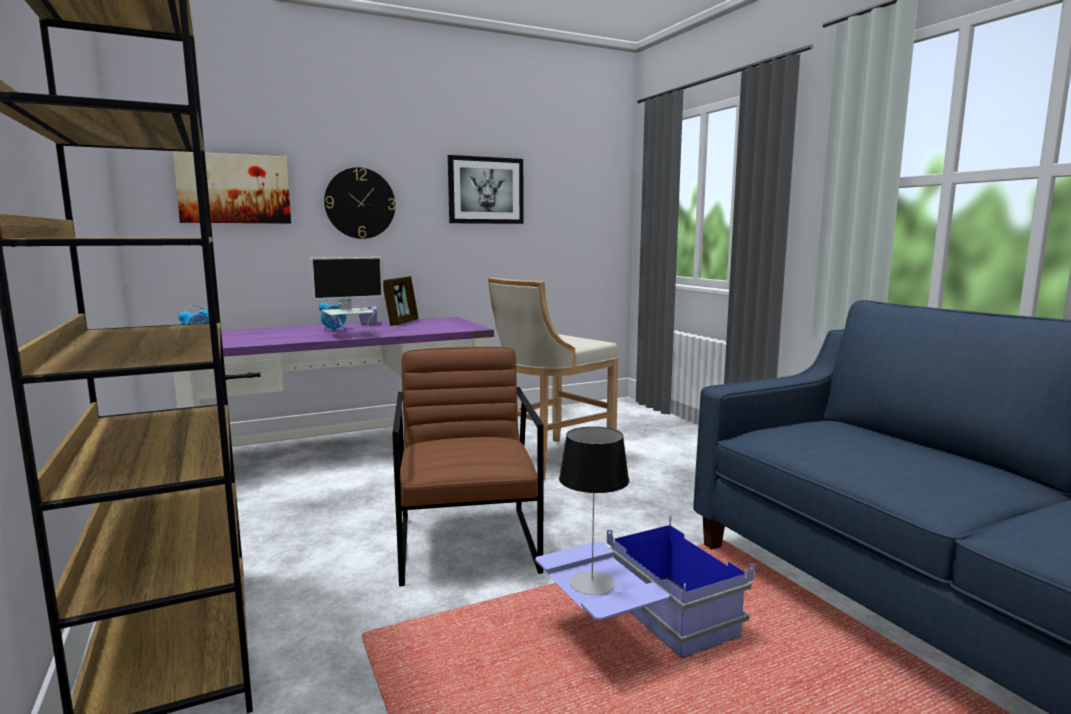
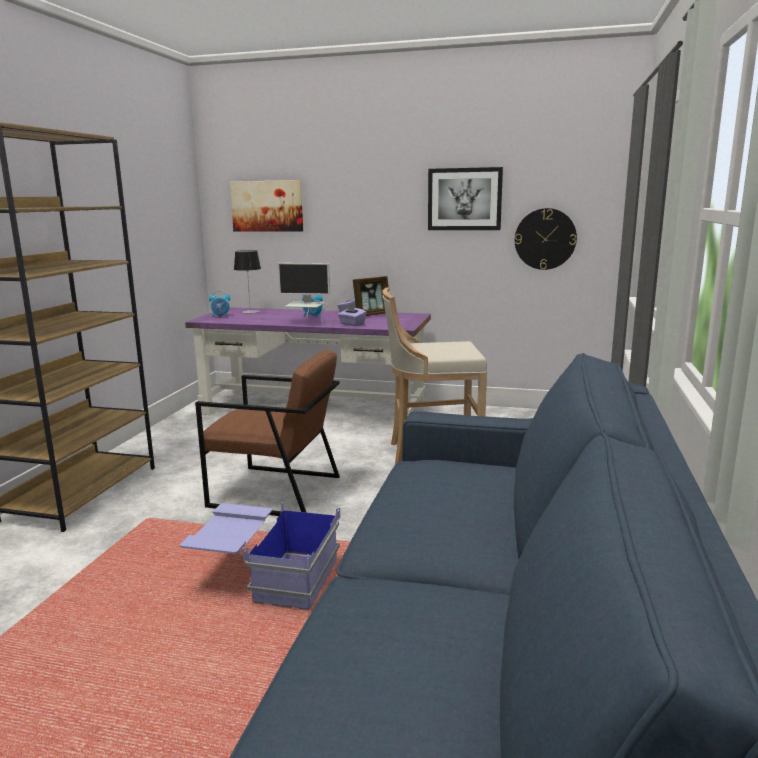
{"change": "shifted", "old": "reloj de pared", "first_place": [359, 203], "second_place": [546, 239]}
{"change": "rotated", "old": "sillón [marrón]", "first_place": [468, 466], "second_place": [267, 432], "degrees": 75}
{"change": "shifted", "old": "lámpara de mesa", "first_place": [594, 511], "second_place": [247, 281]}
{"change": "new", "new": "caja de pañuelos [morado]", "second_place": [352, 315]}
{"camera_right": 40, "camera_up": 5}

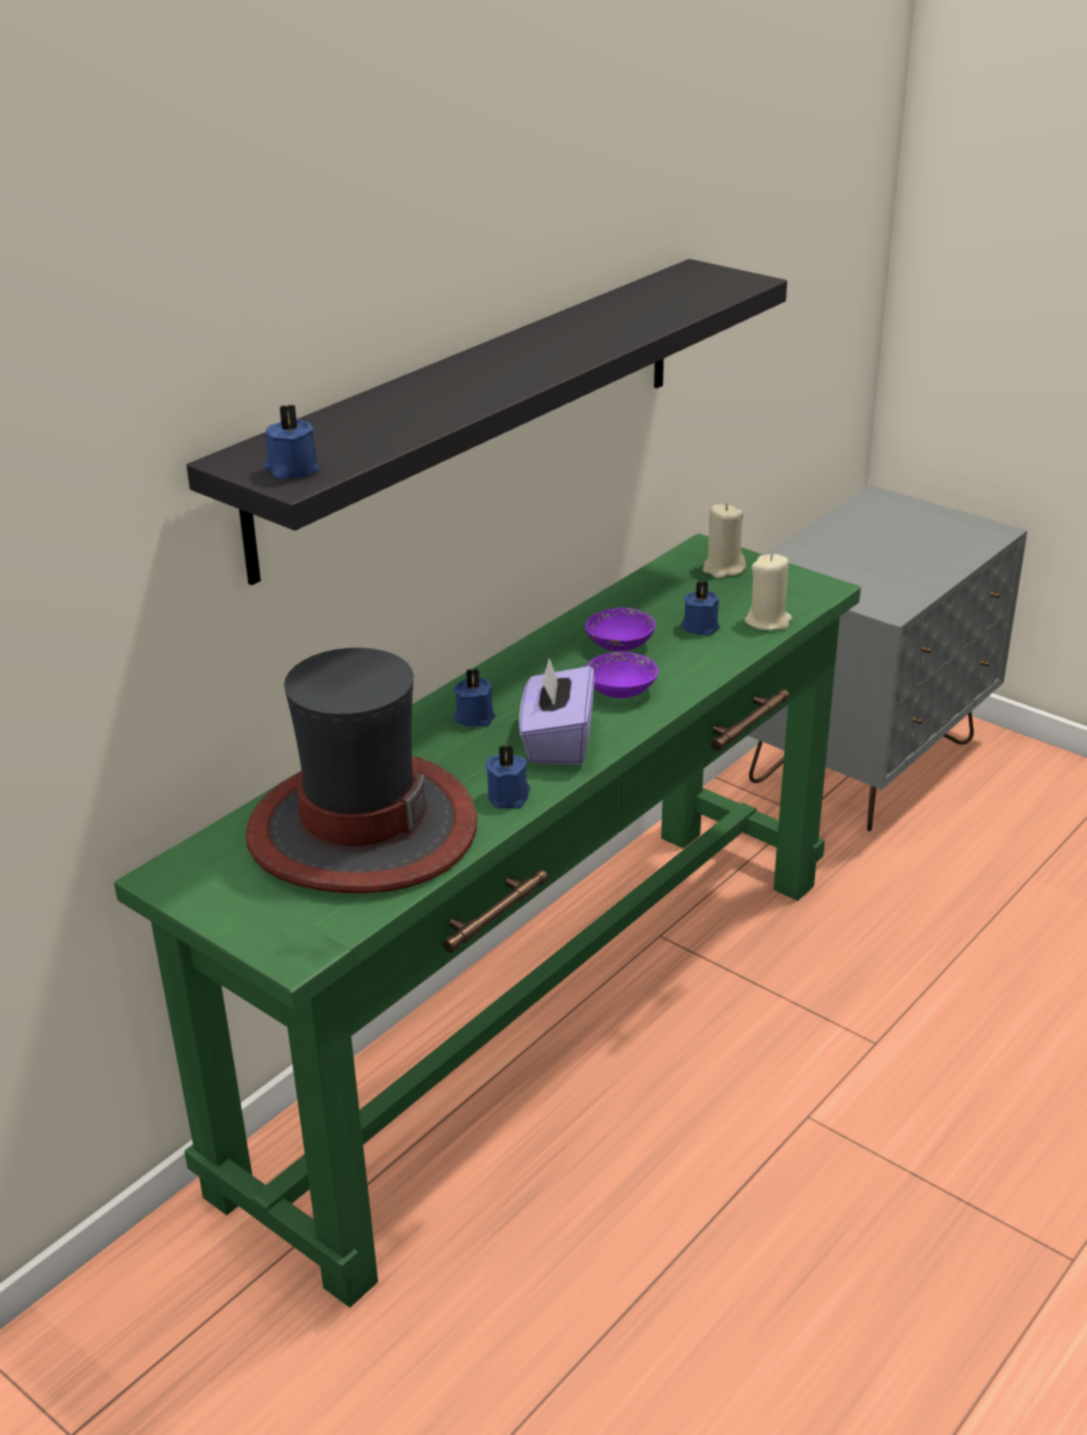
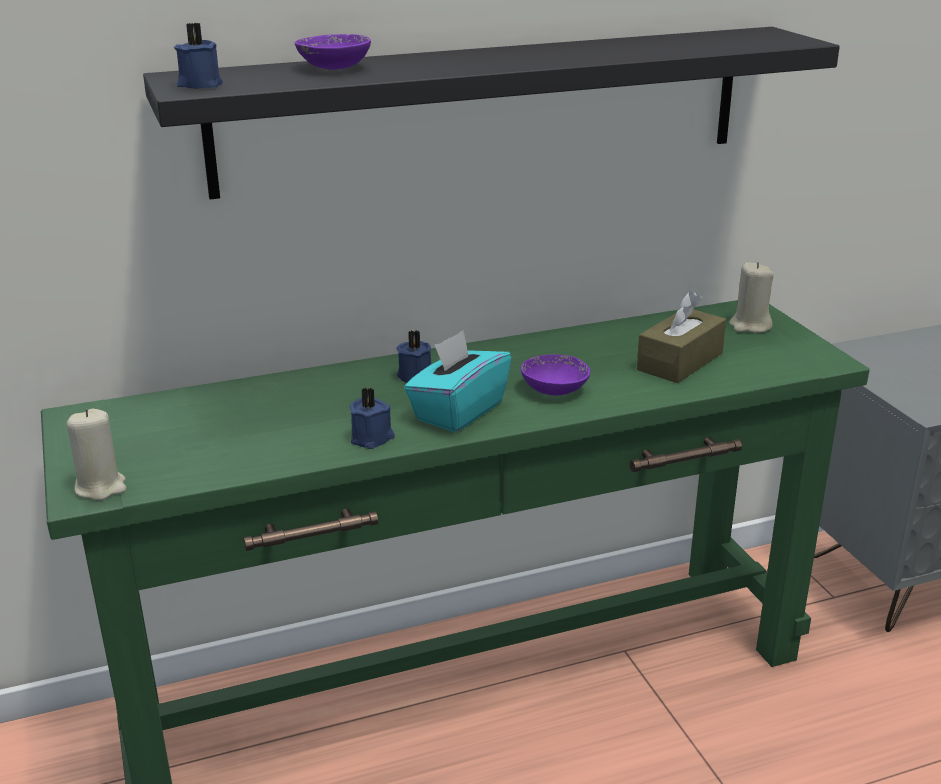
{"change": "gone", "old": "sombrero", "first_place": [361, 770]}
{"change": "repainted", "old": "caja de pañuelos [morado]", "new": "caja de pañuelos [turquesa]", "first_place": [557, 711], "second_place": [458, 381]}
{"change": "shifted", "old": "cuenco [morado]", "first_place": [620, 629], "second_place": [333, 52]}
{"change": "swapped", "old": "vela [azul]", "new": "caja de pañuelos [marrón]", "first_place": [700, 608], "second_place": [681, 337]}
{"change": "shifted", "old": "vela [beis]", "first_place": [768, 592], "second_place": [96, 454]}
{"camera_right": 30, "camera_up": -5}

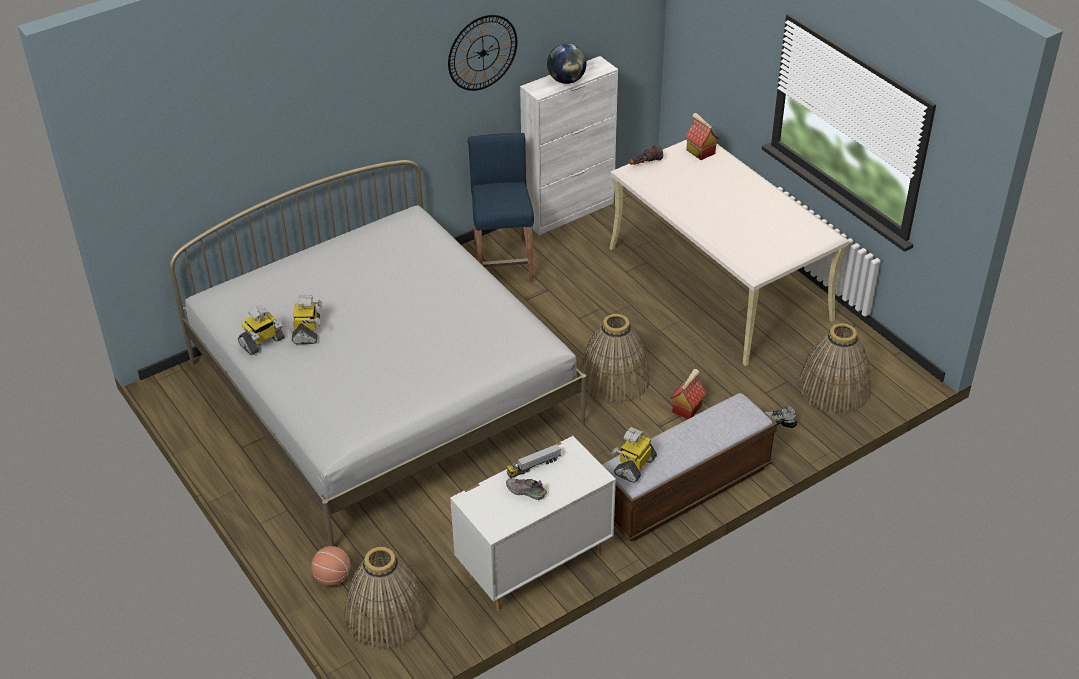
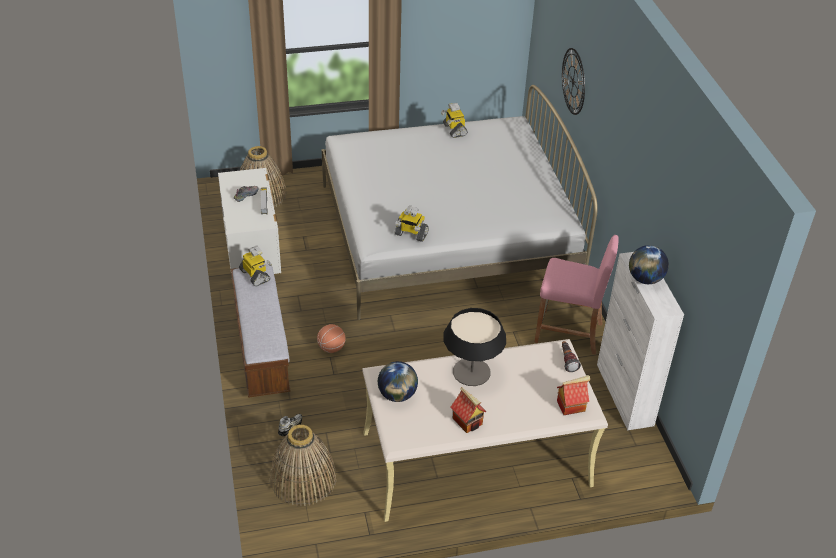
{"change": "shifted", "old": "robot de juguete", "first_place": [307, 319], "second_place": [412, 224]}
{"change": "shifted", "old": "balón de baloncesto", "first_place": [331, 566], "second_place": [331, 338]}
{"change": "shifted", "old": "reloj de pared", "first_place": [482, 53], "second_place": [573, 81]}
{"change": "repainted", "old": "taburete [azul]", "new": "taburete [rosa]", "first_place": [501, 207], "second_place": [576, 295]}
{"change": "gone", "old": "cesta", "first_place": [614, 359]}
{"change": "shifted", "old": "casita", "first_place": [688, 394], "second_place": [468, 410]}
{"change": "new", "new": "globo terráqueo", "second_place": [398, 381]}
{"change": "new", "new": "lámpara de mesa", "second_place": [474, 347]}
{"camera_right": 110, "camera_up": 0}

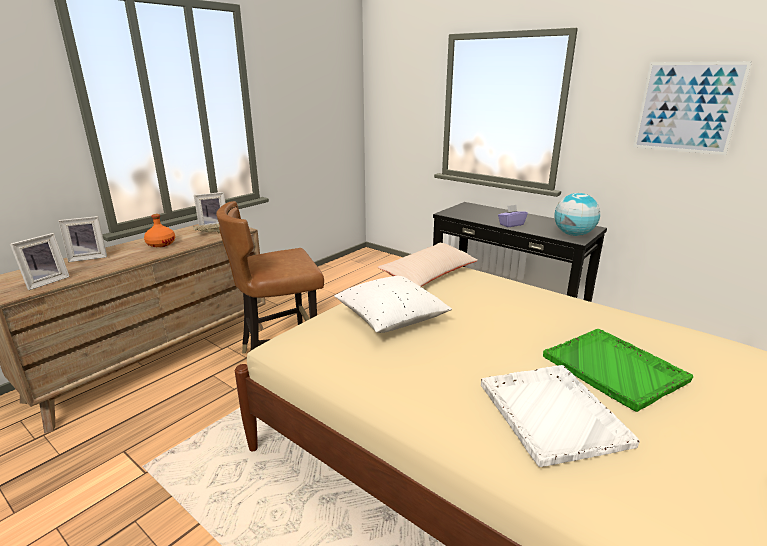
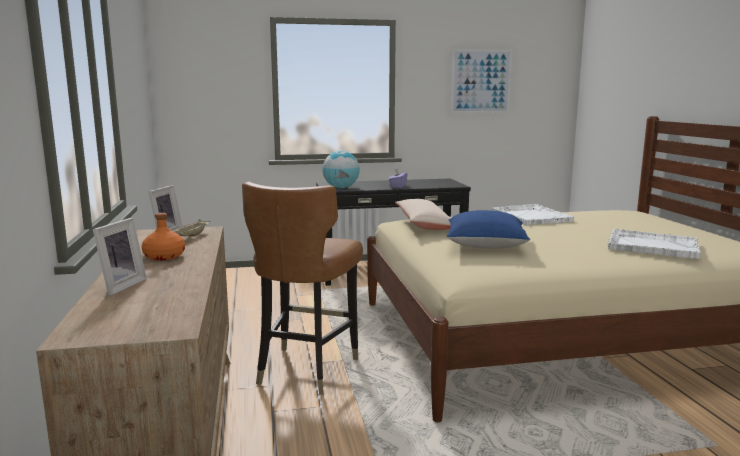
{"change": "gone", "old": "portarretratos", "first_place": [40, 261]}
{"change": "repainted", "old": "cojín [blanco]", "new": "cojín [azul]", "first_place": [393, 304], "second_place": [488, 229]}
{"change": "gone", "old": "bandeja [verde]", "first_place": [618, 370]}
{"change": "shifted", "old": "globo terráqueo", "first_place": [577, 214], "second_place": [341, 169]}
{"change": "new", "new": "bandeja [blanco]", "second_place": [533, 214]}
{"camera_right": -50, "camera_up": -10}

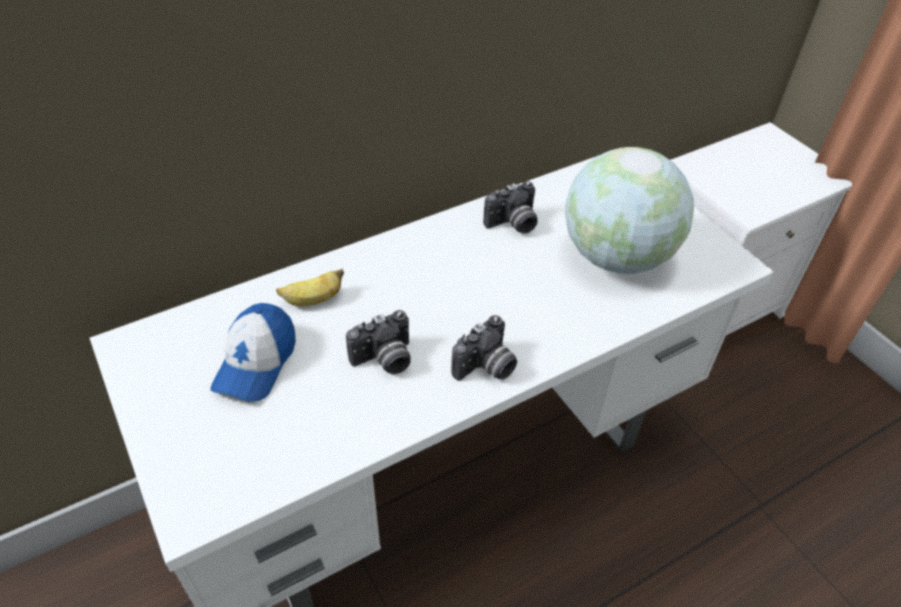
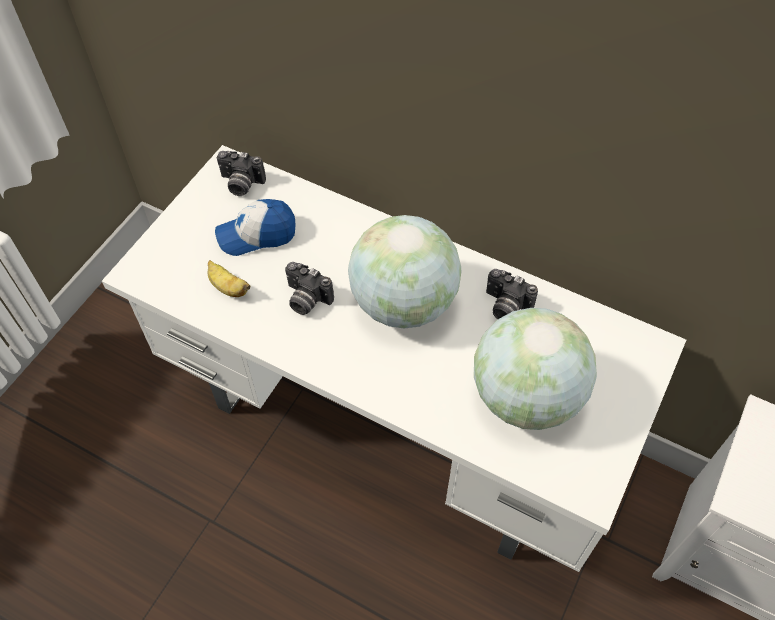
{"change": "shifted", "old": "plátano", "first_place": [310, 287], "second_place": [229, 278]}
{"change": "shifted", "old": "cámara", "first_place": [484, 348], "second_place": [241, 173]}
{"change": "new", "new": "globo terráqueo", "second_place": [404, 272]}
{"camera_right": 60, "camera_up": 10}

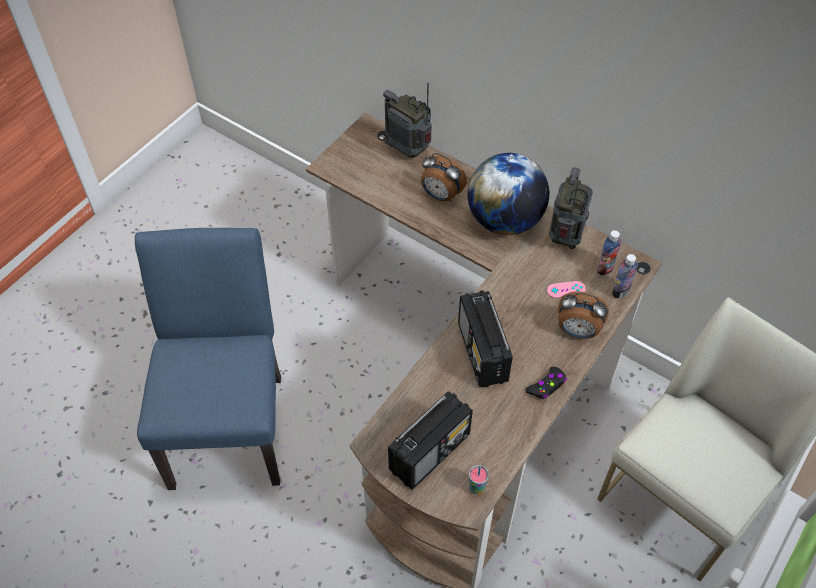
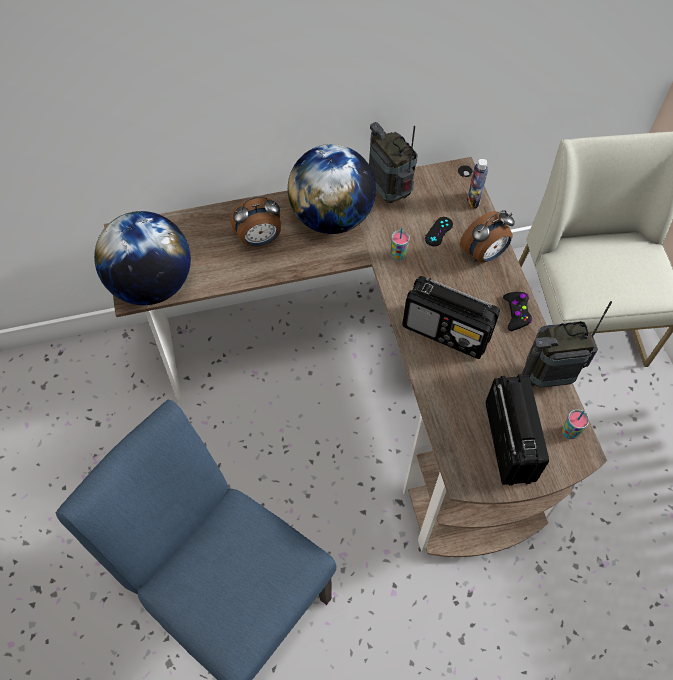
{"change": "shifted", "old": "radio", "first_place": [407, 120], "second_place": [567, 344]}
{"change": "repainted", "old": "mando de consola [rosa]", "new": "mando de consola [negro]", "first_place": [566, 289], "second_place": [439, 231]}
{"change": "gone", "old": "botella", "first_place": [609, 252]}
{"change": "new", "new": "globo terráqueo", "second_place": [142, 258]}
{"change": "new", "new": "taza", "second_place": [400, 244]}
{"camera_right": -50, "camera_up": 5}

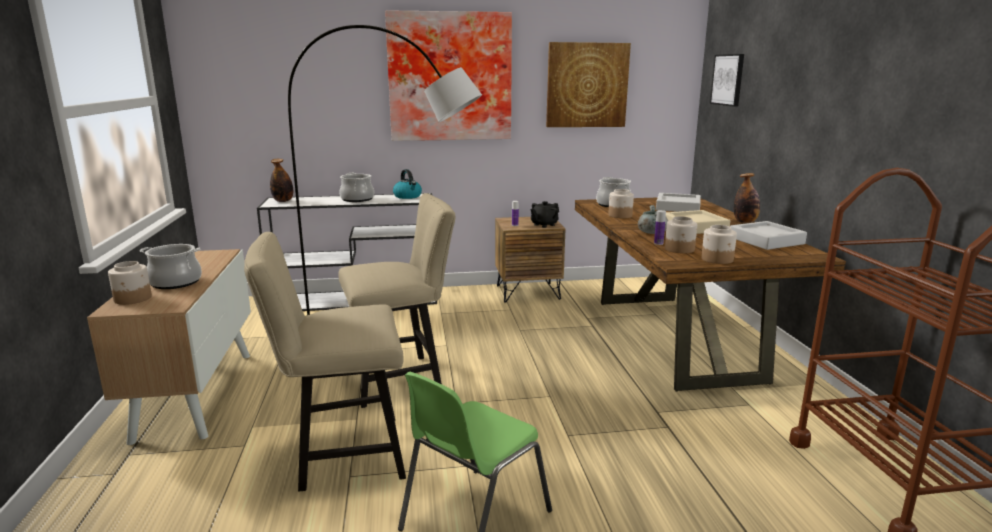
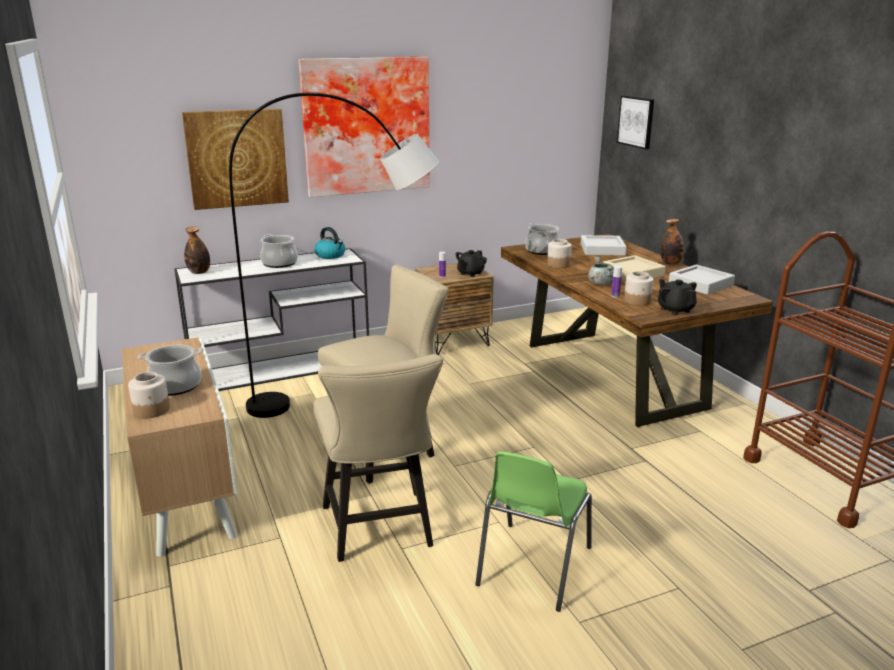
{"change": "rotated", "old": "silla [beis]", "first_place": [325, 362], "second_place": [378, 458], "degrees": -75}
{"change": "shifted", "old": "cuadro", "first_place": [588, 84], "second_place": [235, 159]}
{"change": "swapped", "old": "tarro", "new": "tetera [negro]", "first_place": [719, 244], "second_place": [677, 297]}
{"camera_right": -15, "camera_up": 5}

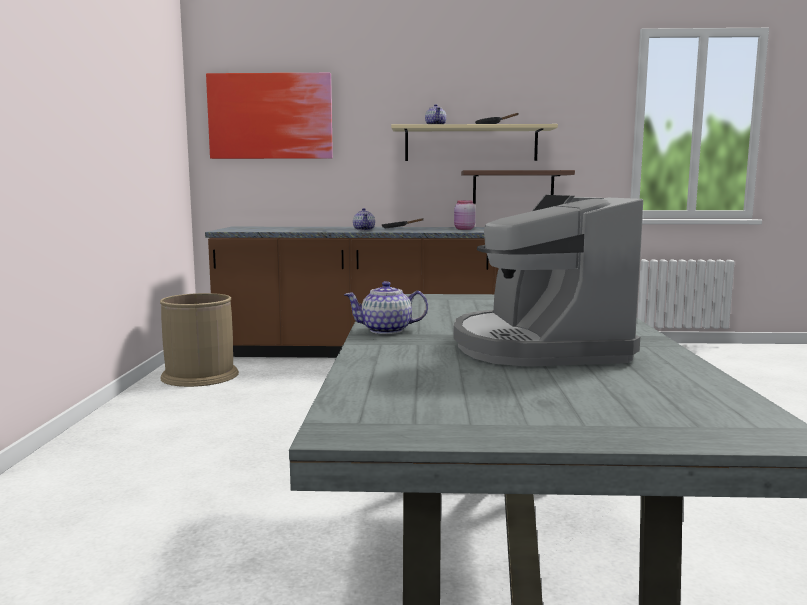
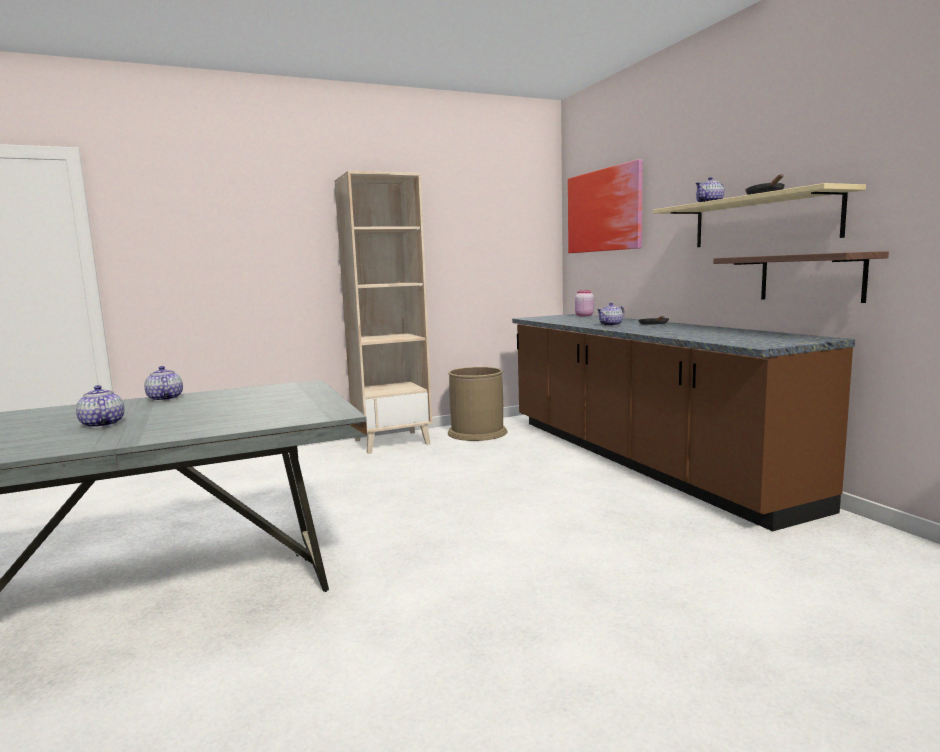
{"change": "swapped", "old": "cafetera", "new": "tetera", "first_place": [548, 280], "second_place": [100, 406]}
{"change": "shifted", "old": "tarro [rosa]", "first_place": [465, 215], "second_place": [584, 303]}
{"change": "new", "new": "estantería [beis]", "second_place": [383, 312]}
{"camera_right": 65, "camera_up": 0}

